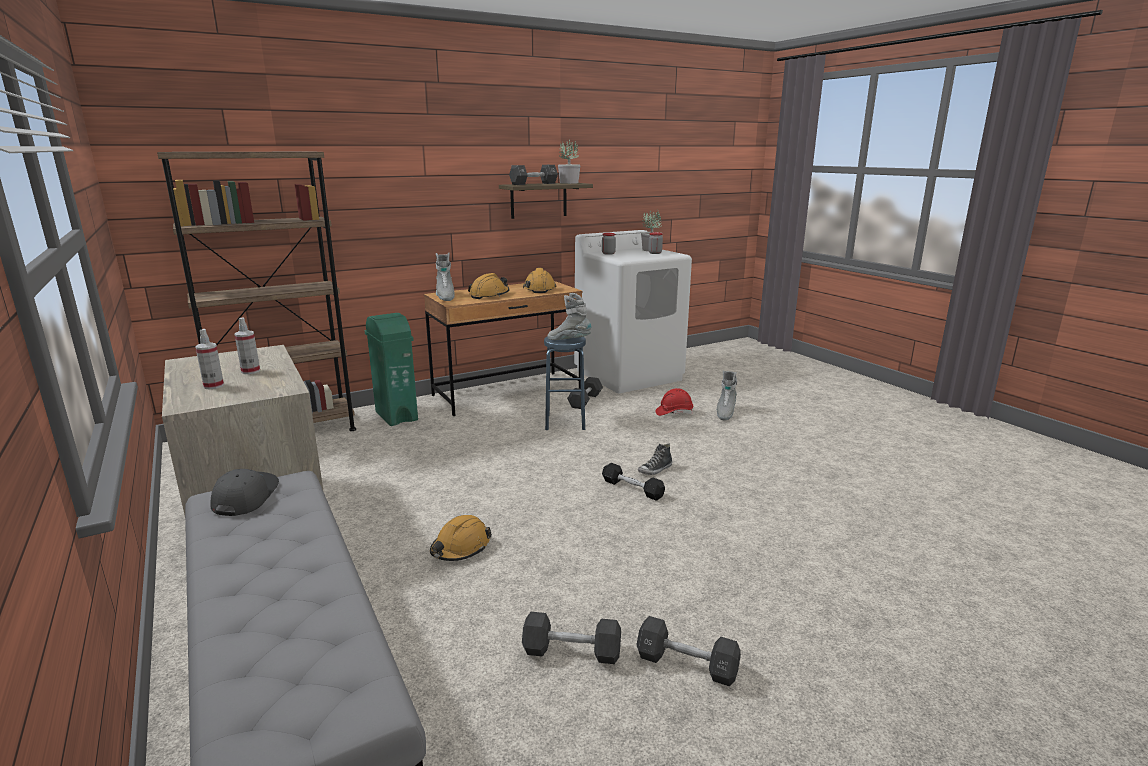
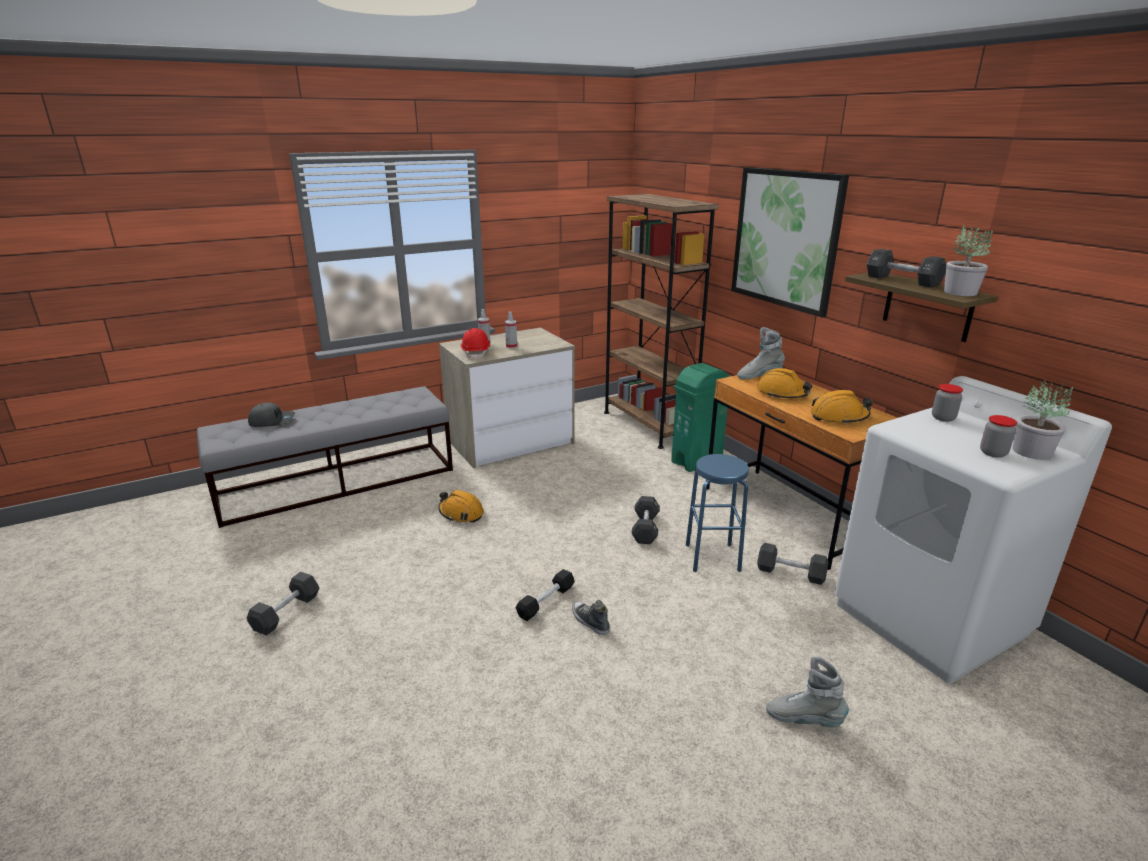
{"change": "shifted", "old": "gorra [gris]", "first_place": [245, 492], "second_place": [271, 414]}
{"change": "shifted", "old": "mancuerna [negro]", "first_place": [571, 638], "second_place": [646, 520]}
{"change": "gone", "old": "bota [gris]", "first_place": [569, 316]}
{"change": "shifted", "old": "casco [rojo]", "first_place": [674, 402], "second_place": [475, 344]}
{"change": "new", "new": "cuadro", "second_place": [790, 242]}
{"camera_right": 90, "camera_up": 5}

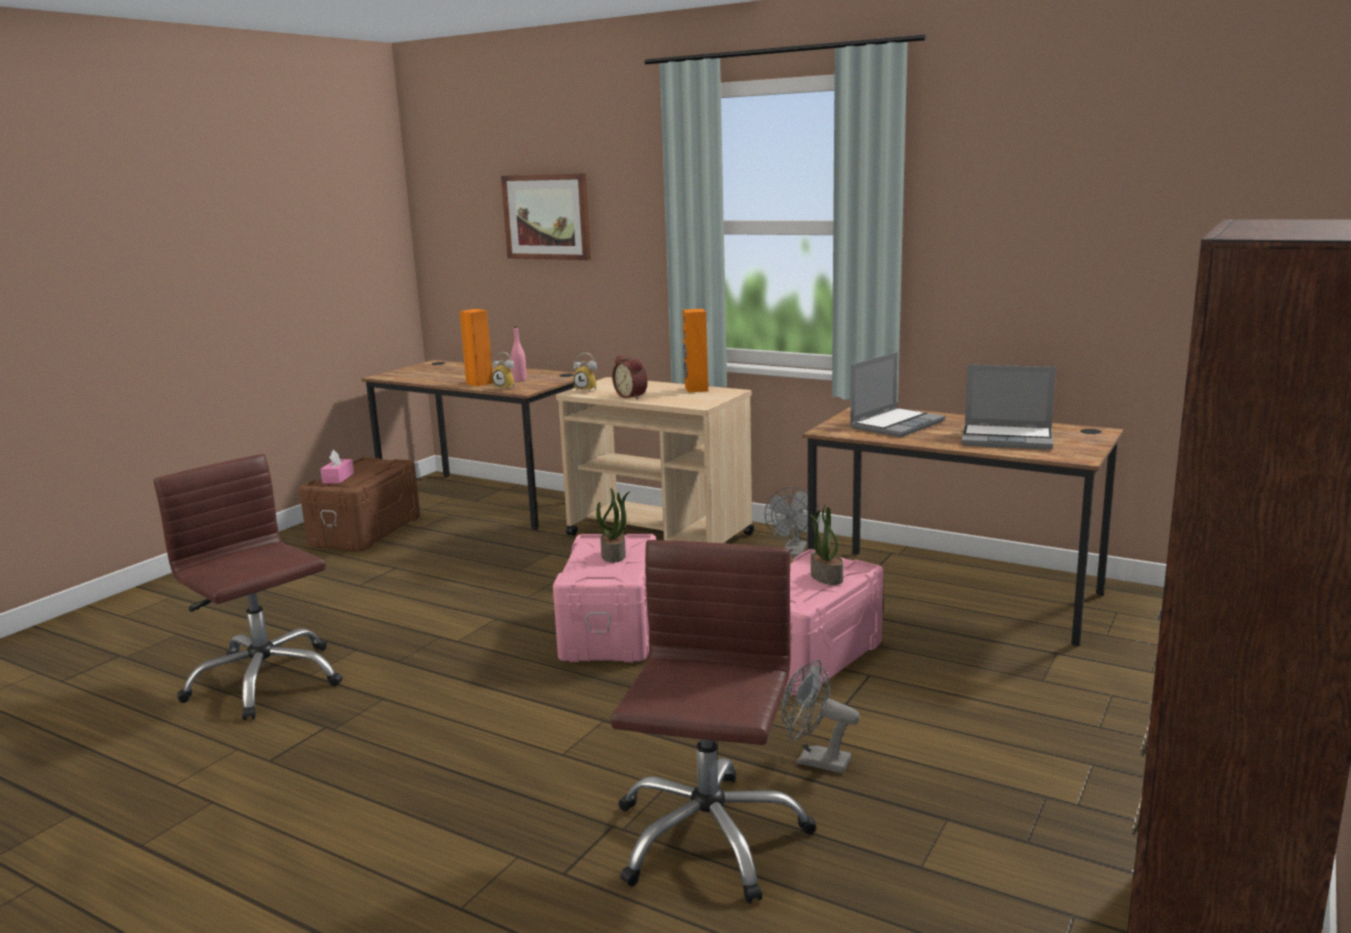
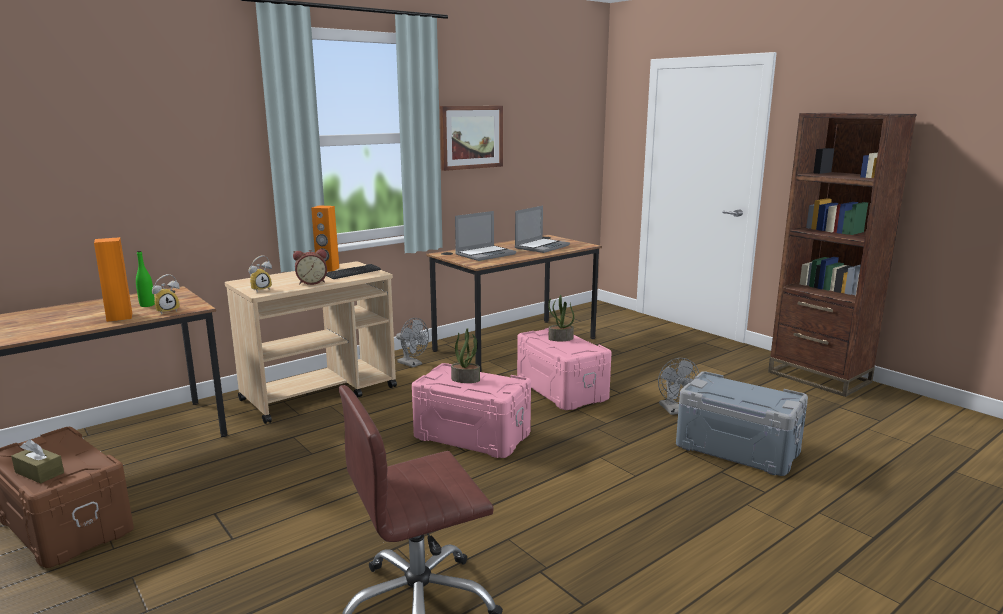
{"change": "repainted", "old": "caja de pañuelos [rosa]", "new": "caja de pañuelos [marrón]", "first_place": [337, 466], "second_place": [37, 461]}
{"change": "shifted", "old": "cuadro", "first_place": [546, 216], "second_place": [471, 138]}
{"change": "repainted", "old": "botella [rosa]", "new": "botella [verde]", "first_place": [519, 354], "second_place": [145, 278]}
{"change": "swapped", "old": "silla de oficina [marrón]", "new": "caja de almacenaje [gris]", "first_place": [713, 721], "second_place": [742, 423]}
{"change": "rotated", "old": "ventilador [gris]", "first_place": [821, 716], "second_place": [678, 386], "degrees": -60}
{"change": "rotated", "old": "portátil", "first_place": [898, 394], "second_place": [485, 236], "degrees": 75}
{"change": "new", "new": "teclado", "second_place": [353, 271]}
{"camera_right": -70, "camera_up": 0}

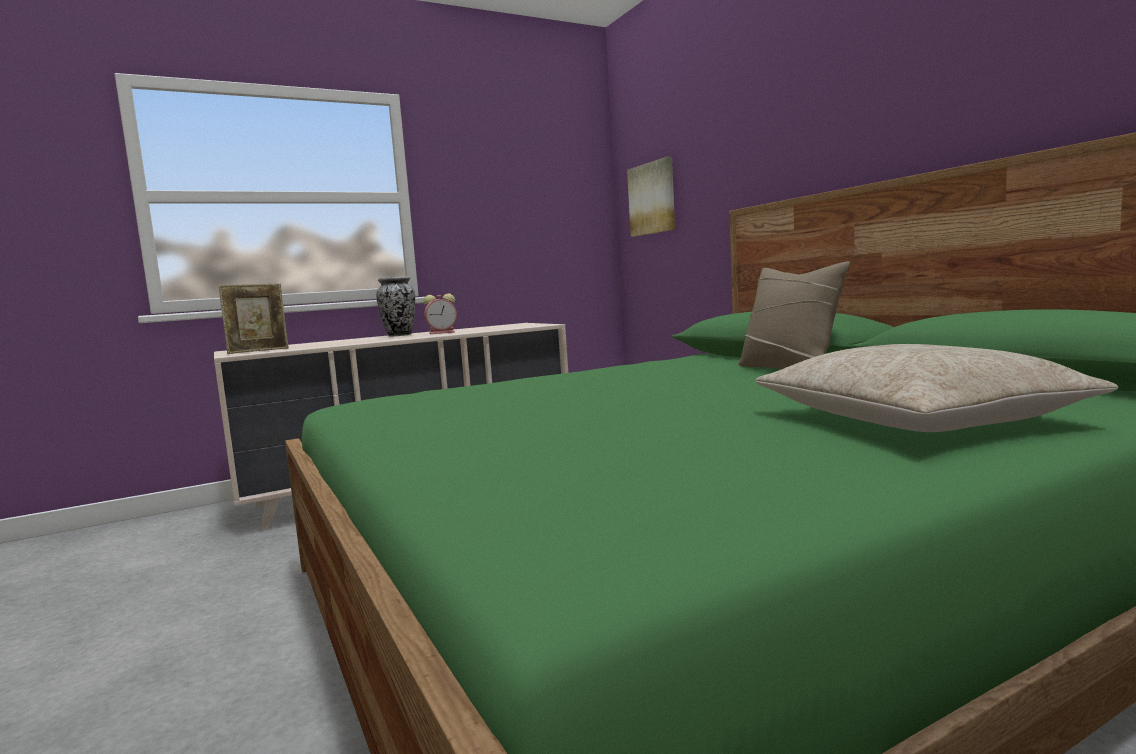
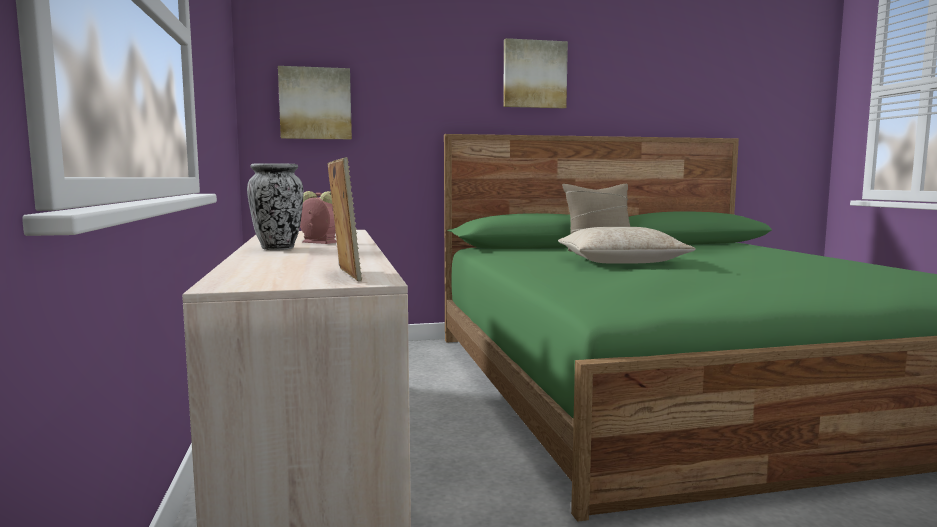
{"change": "rotated", "old": "despertador", "first_place": [440, 313], "second_place": [318, 217], "degrees": -60}
{"change": "shifted", "old": "cojín [beis]", "first_place": [936, 388], "second_place": [627, 245]}
{"change": "new", "new": "cuadro", "second_place": [535, 73]}
{"camera_right": -75, "camera_up": 0}

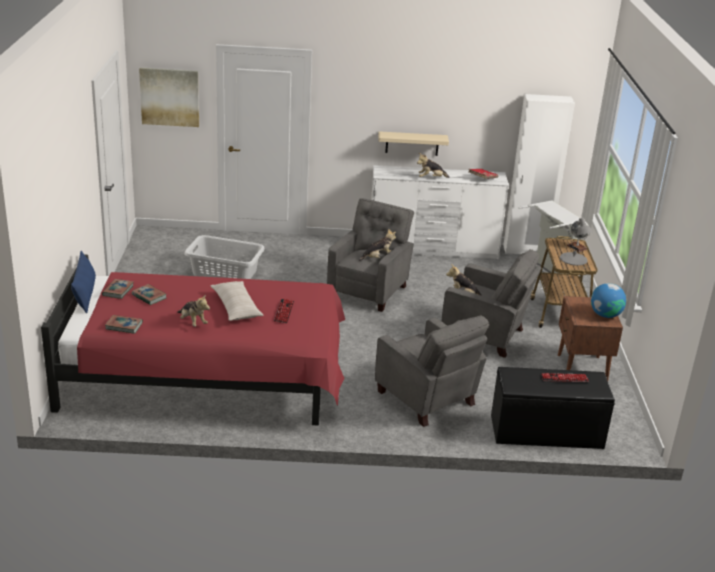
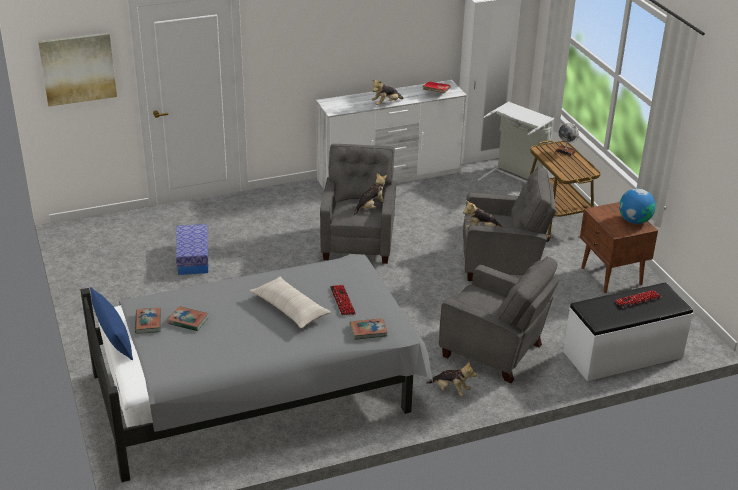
{"change": "repainted", "old": "cama [rojo]", "new": "cama [gris]", "first_place": [193, 339], "second_place": [257, 368]}
{"change": "shifted", "old": "libro", "first_place": [124, 324], "second_place": [369, 329]}
{"change": "shifted", "old": "peluche", "first_place": [193, 310], "second_place": [451, 379]}
{"change": "swapped", "old": "cesto de la ropa [gris]", "new": "caja de almacenaje", "first_place": [224, 257], "second_place": [192, 249]}
{"change": "gone", "old": "estante [beis]", "first_place": [413, 143]}
{"change": "repainted", "old": "banco [negro]", "new": "banco [blanco]", "first_place": [553, 408], "second_place": [628, 332]}
{"change": "gone", "old": "lámpara de mesa [gris]", "first_place": [576, 242]}
{"camera_right": -20, "camera_up": 5}

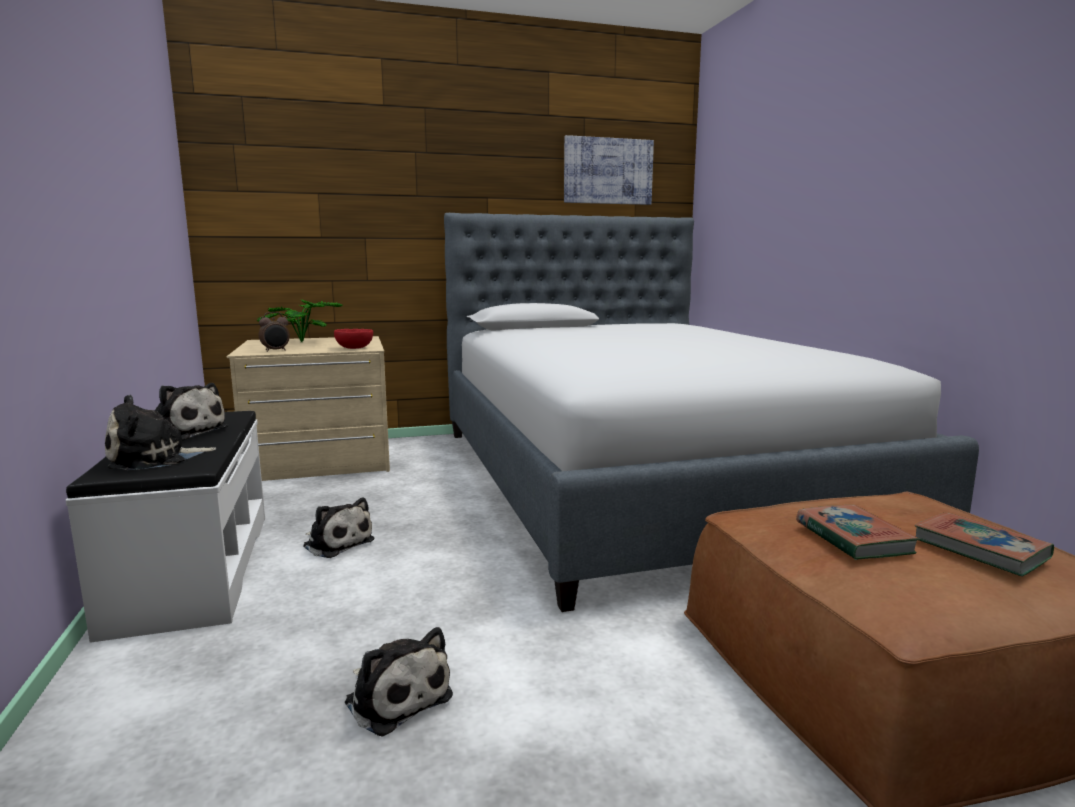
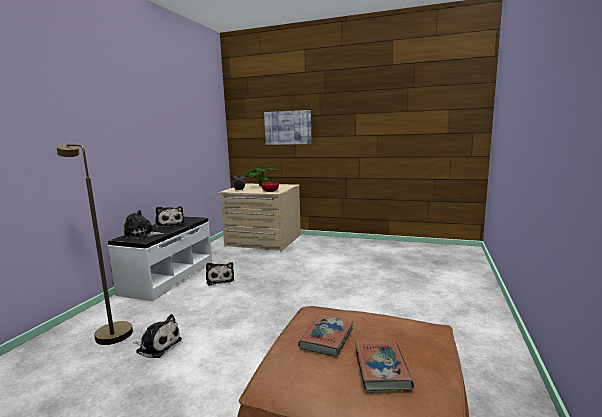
{"change": "rotated", "old": "peluche", "first_place": [399, 682], "second_place": [157, 336], "degrees": -60}
{"change": "gone", "old": "cama", "first_place": [711, 412]}
{"change": "shifted", "old": "cuadro", "first_place": [609, 170], "second_place": [288, 127]}
{"change": "new", "new": "lámpara de pie [marrón]", "second_place": [95, 244]}
{"camera_right": 35, "camera_up": 0}

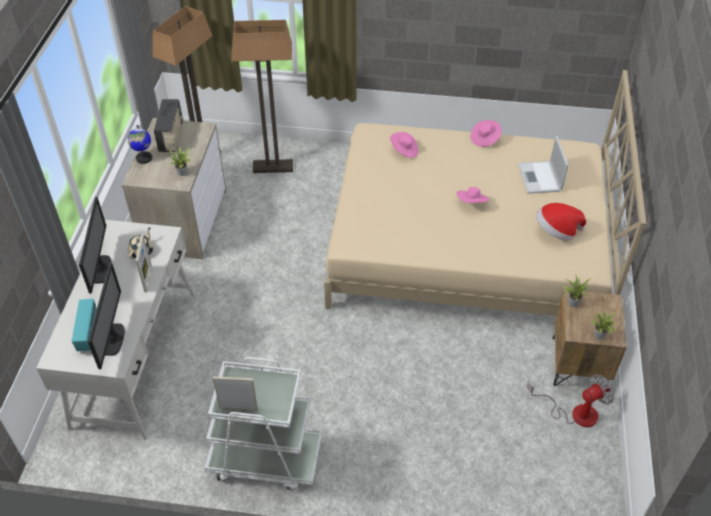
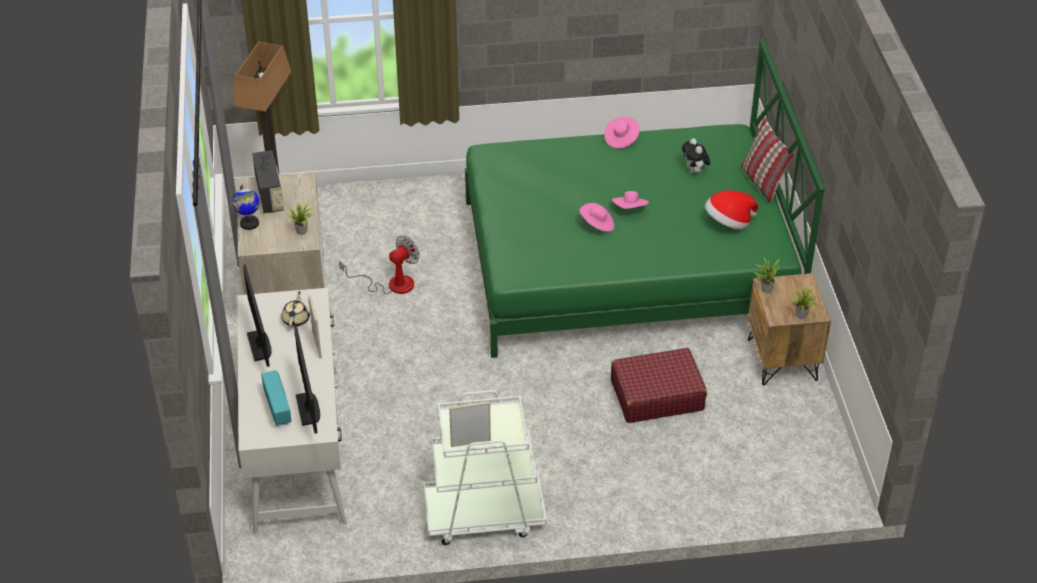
{"change": "gone", "old": "lámpara de pie", "first_place": [262, 96]}
{"change": "repainted", "old": "cama [beis]", "new": "cama [verde]", "first_place": [485, 193], "second_place": [645, 198]}
{"change": "shifted", "old": "sombrero [rosa]", "first_place": [404, 145], "second_place": [596, 217]}
{"change": "swapped", "old": "portátil", "new": "peluche", "first_place": [543, 165], "second_place": [696, 155]}
{"change": "shifted", "old": "ventilador", "first_place": [571, 400], "second_place": [379, 264]}
{"change": "new", "new": "maleta [rojo]", "second_place": [659, 385]}
{"change": "new", "new": "cojín", "second_place": [767, 160]}
{"camera_right": -15, "camera_up": -5}

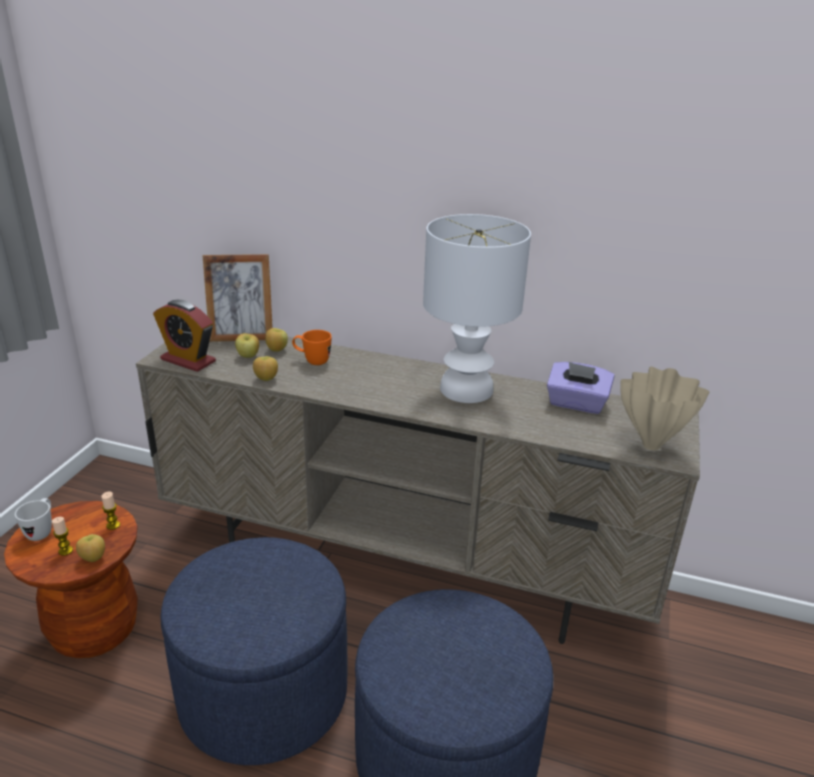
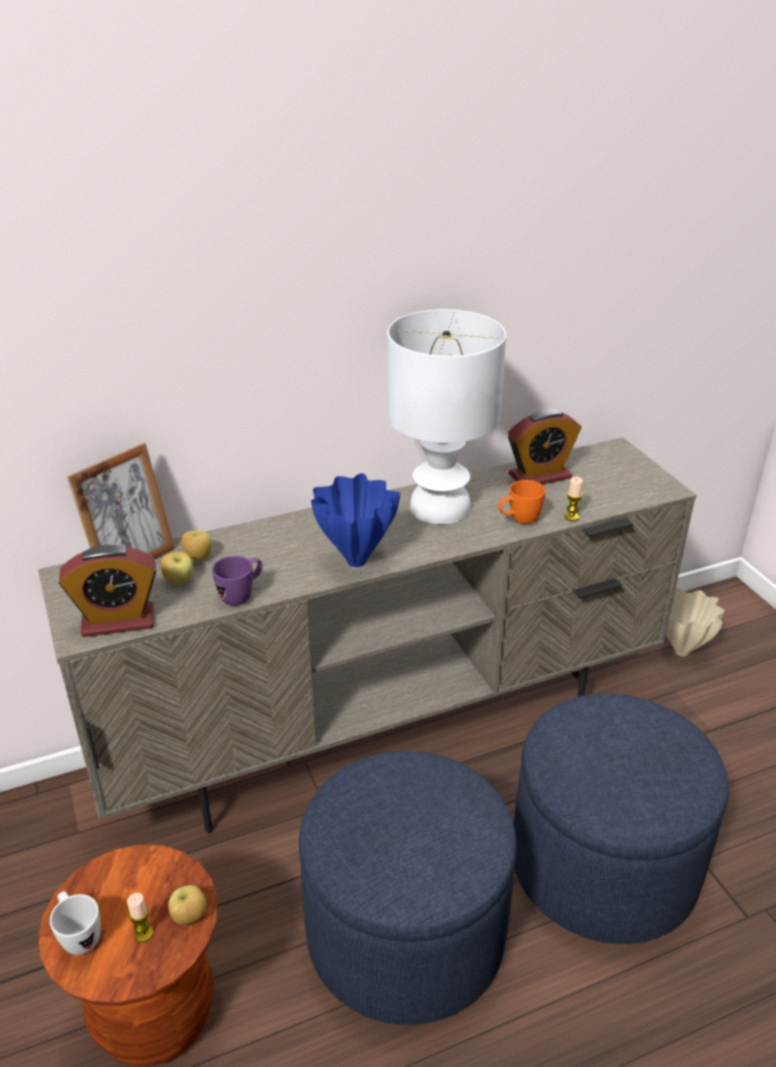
{"change": "shifted", "old": "vela", "first_place": [110, 510], "second_place": [573, 498]}
{"change": "swapped", "old": "manzana", "new": "taza grande [morado]", "first_place": [265, 368], "second_place": [237, 581]}
{"change": "shifted", "old": "taza grande [naranja]", "first_place": [312, 347], "second_place": [522, 502]}
{"change": "swapped", "old": "caja de pañuelos [morado]", "new": "despertador", "first_place": [580, 388], "second_place": [545, 446]}
{"change": "shifted", "old": "florero [beis]", "first_place": [665, 408], "second_place": [695, 622]}
{"change": "new", "new": "florero [azul]", "second_place": [355, 520]}
{"camera_right": -40, "camera_up": 5}

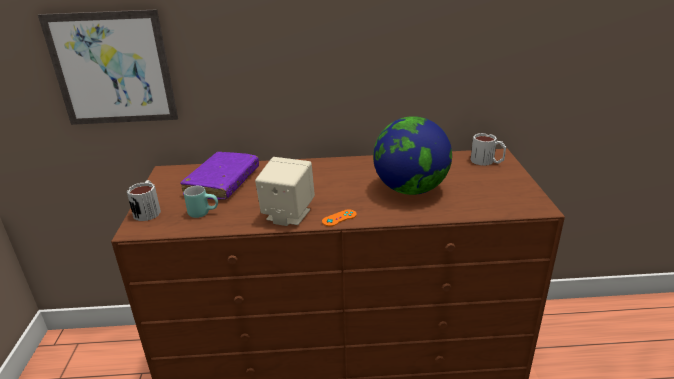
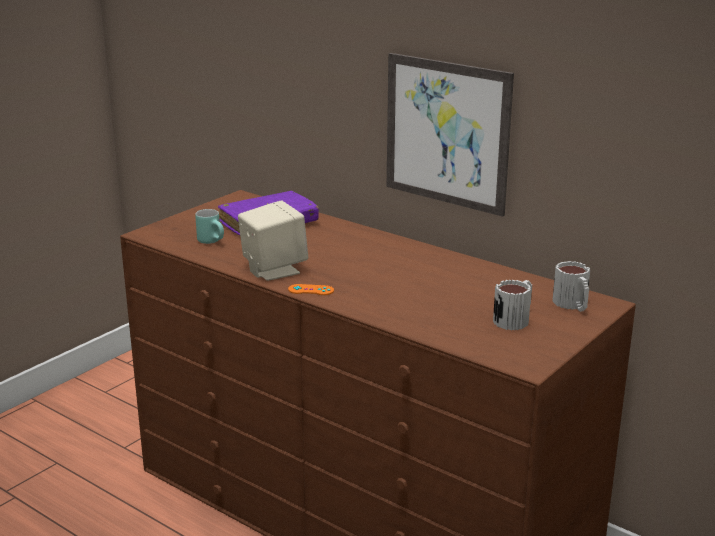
{"change": "shifted", "old": "cuadro", "first_place": [108, 67], "second_place": [450, 135]}
{"change": "shifted", "old": "taza grande", "first_place": [144, 200], "second_place": [512, 305]}
{"change": "gone", "old": "globo terráqueo", "first_place": [412, 155]}
{"camera_right": 40, "camera_up": -5}

